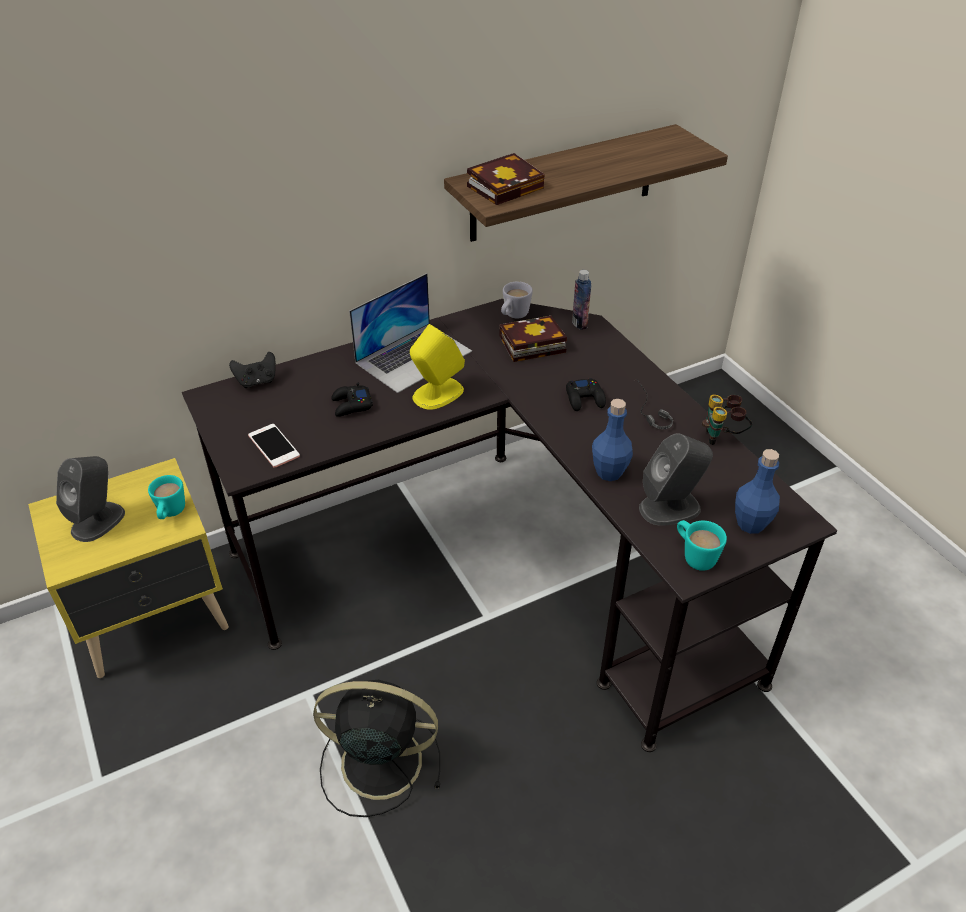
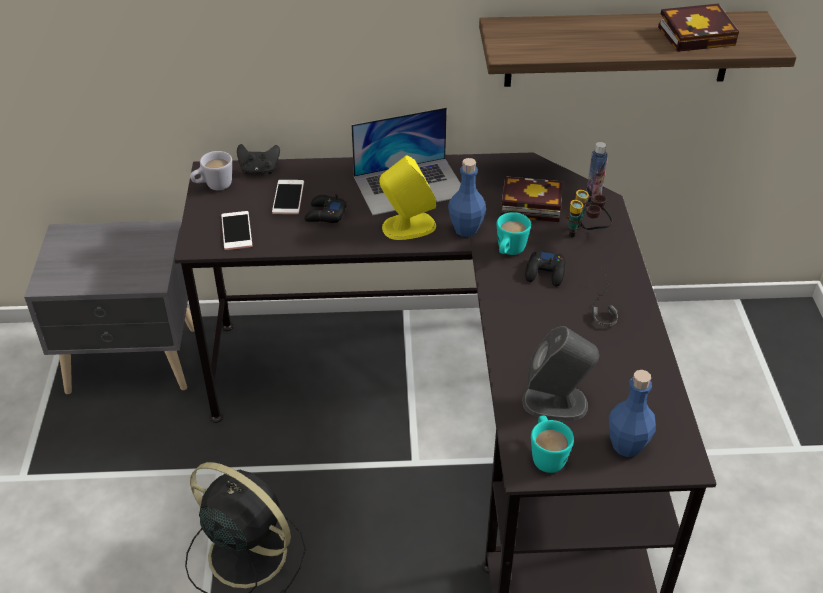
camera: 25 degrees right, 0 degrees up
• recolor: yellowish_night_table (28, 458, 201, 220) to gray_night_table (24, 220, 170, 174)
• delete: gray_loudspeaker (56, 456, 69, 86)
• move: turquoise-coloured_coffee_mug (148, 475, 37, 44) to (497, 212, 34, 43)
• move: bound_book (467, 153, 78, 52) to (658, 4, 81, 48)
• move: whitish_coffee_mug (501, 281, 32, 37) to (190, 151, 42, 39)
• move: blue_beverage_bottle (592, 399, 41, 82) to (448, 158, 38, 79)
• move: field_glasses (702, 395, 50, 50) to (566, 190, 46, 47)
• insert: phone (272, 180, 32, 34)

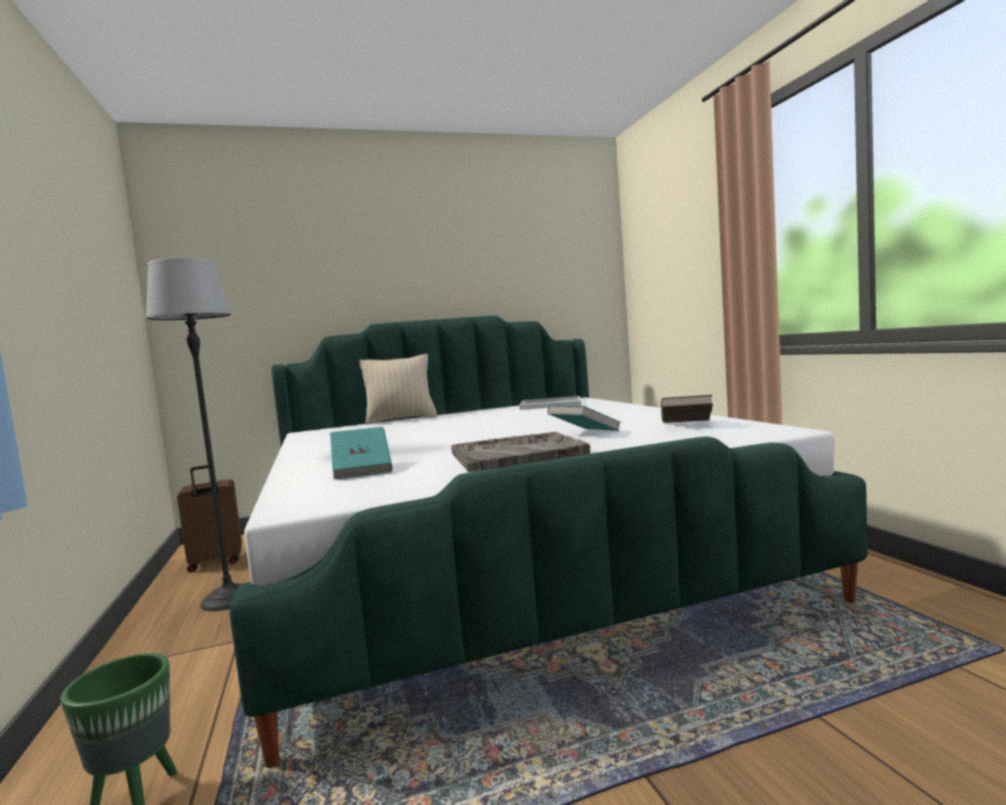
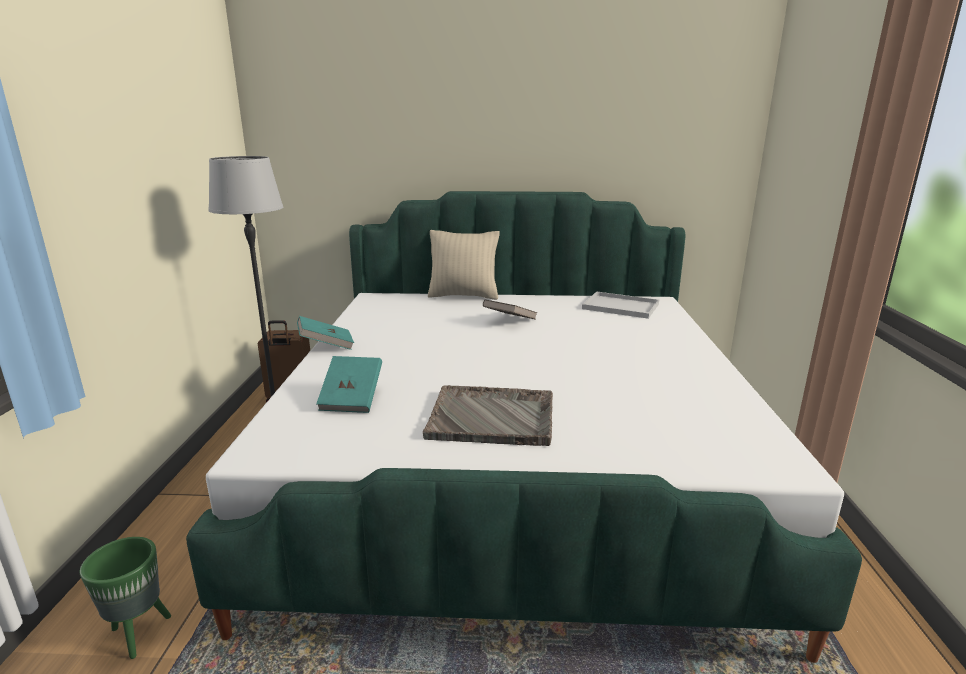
camera: 20 degrees right, 15 degrees up
• move: turquoise-coloured_bound_book (548, 405, 73, 26) to (297, 316, 57, 34)
• move: brown_bound_book (661, 395, 52, 28) to (483, 300, 54, 20)

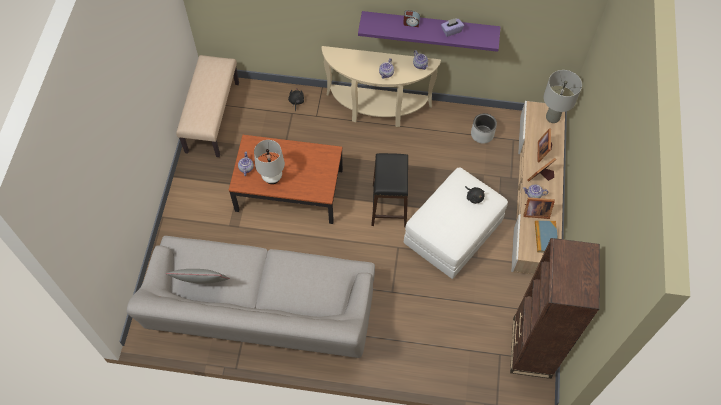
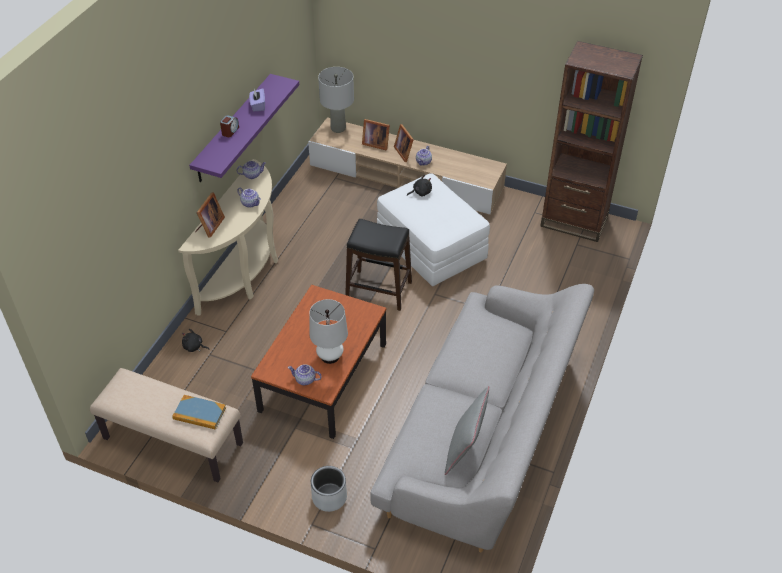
camera: 75 degrees left, 15 degrees down
• move: gray_flower_pot (471, 113, 26, 31) to (311, 466, 36, 46)
• move: photo_frame (523, 197, 32, 22) to (195, 192, 30, 46)
• move: bound_book (535, 220, 23, 33) to (172, 395, 54, 35)

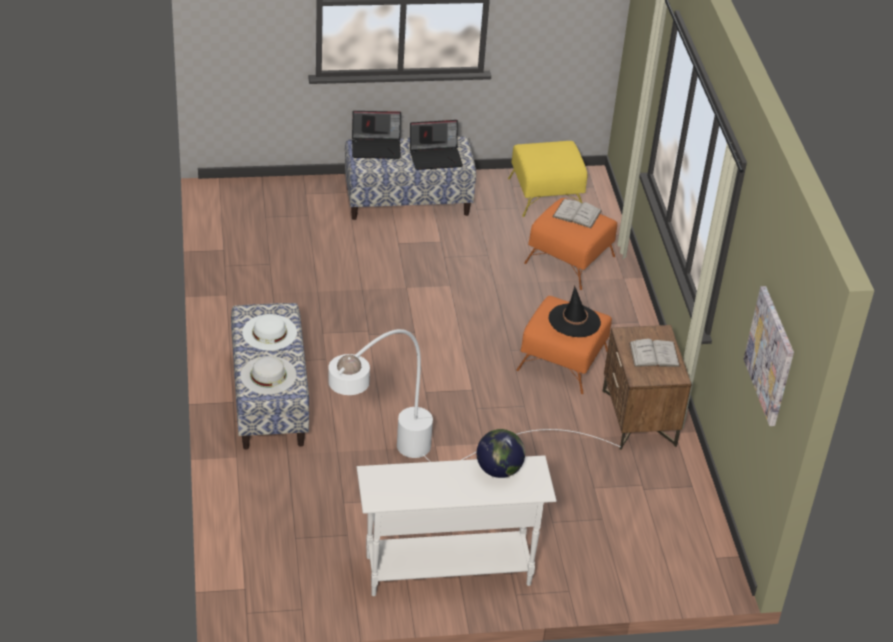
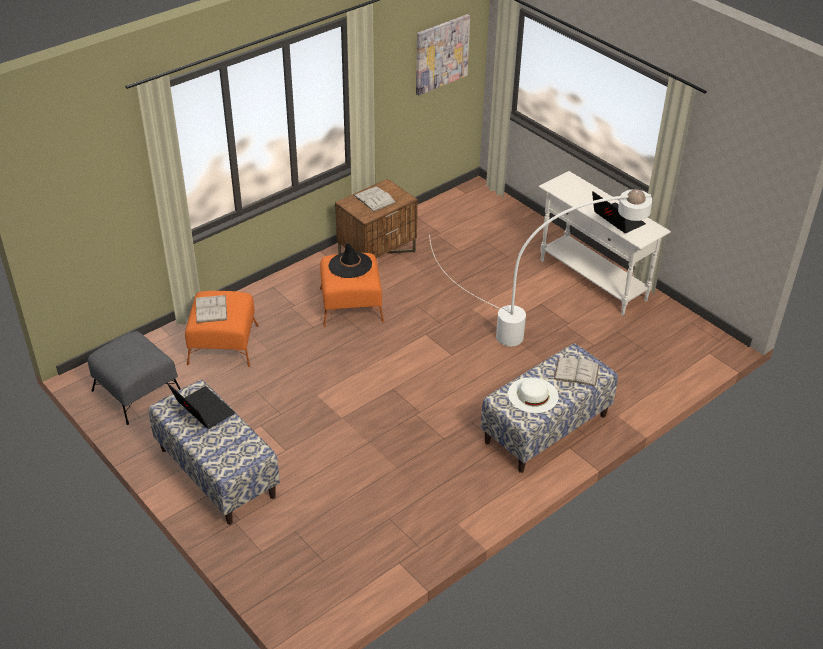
camera: 120 degrees left, 0 degrees up
• replace: whitish_wearable_hat (240, 356, 57, 38) to whitish_bound_book (554, 357, 45, 30)
• move: notebook_computer (352, 111, 49, 48) to (592, 191, 54, 42)
• delete: world_globe (477, 429, 48, 49)
• recolor: yellowish_footrest (508, 141, 80, 76) to gray_footrest (88, 331, 93, 94)

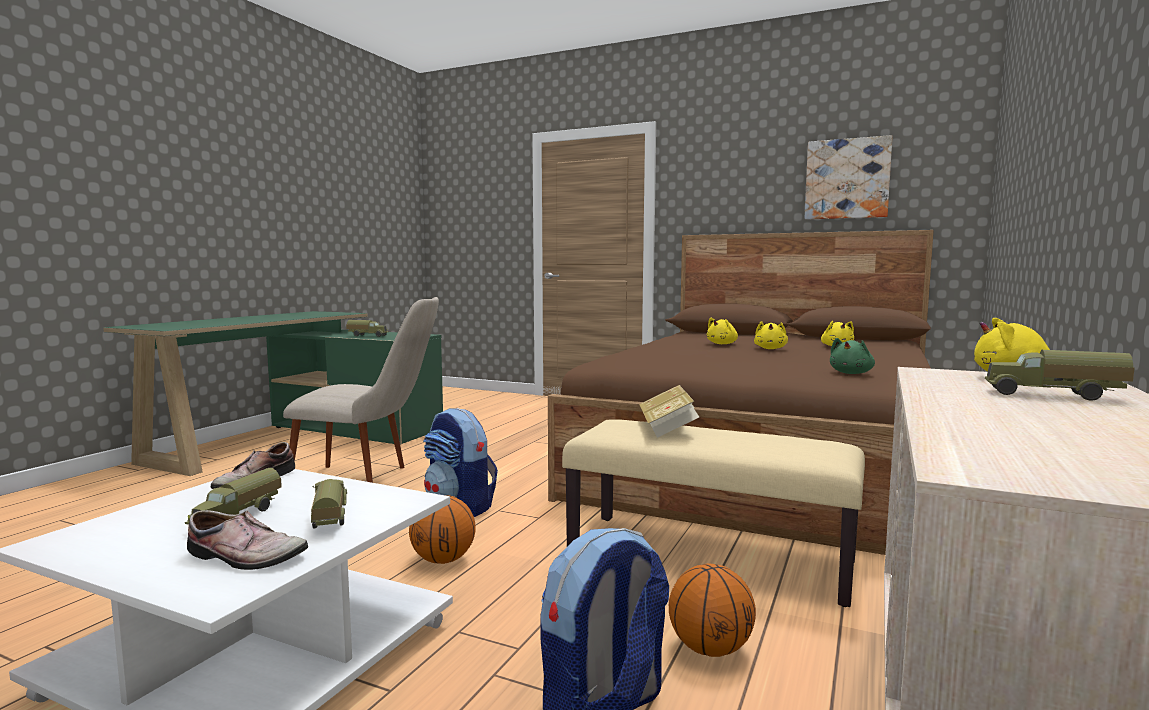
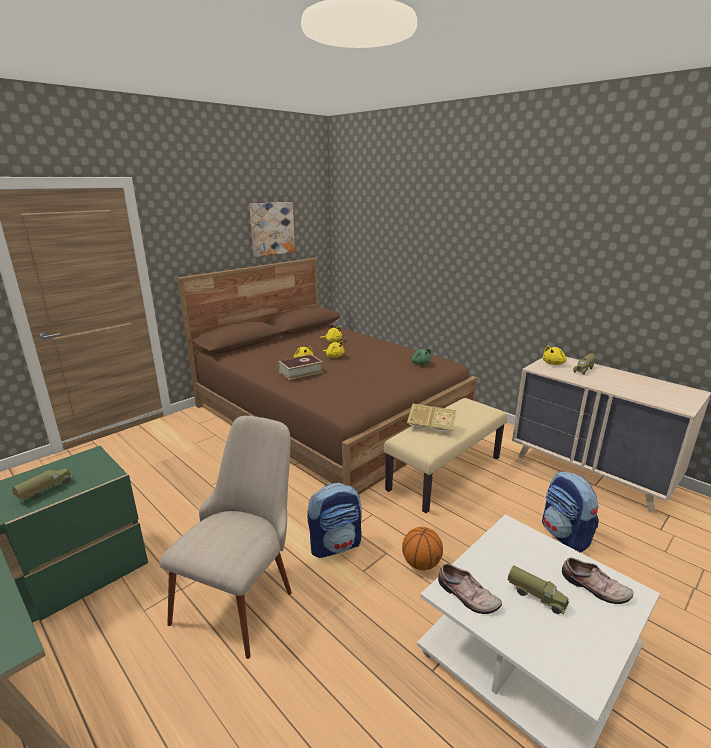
camera: 70 degrees left, 15 degrees up
• rotate: shoe (187, 510, 121, 60) = (562, 557, 72, 47) 90 degrees clockwise
• delete: toy_lorry (311, 479, 36, 50)
• delete: basketball_ball (669, 563, 87, 94)
• insert: bound_book (278, 354, 45, 26)

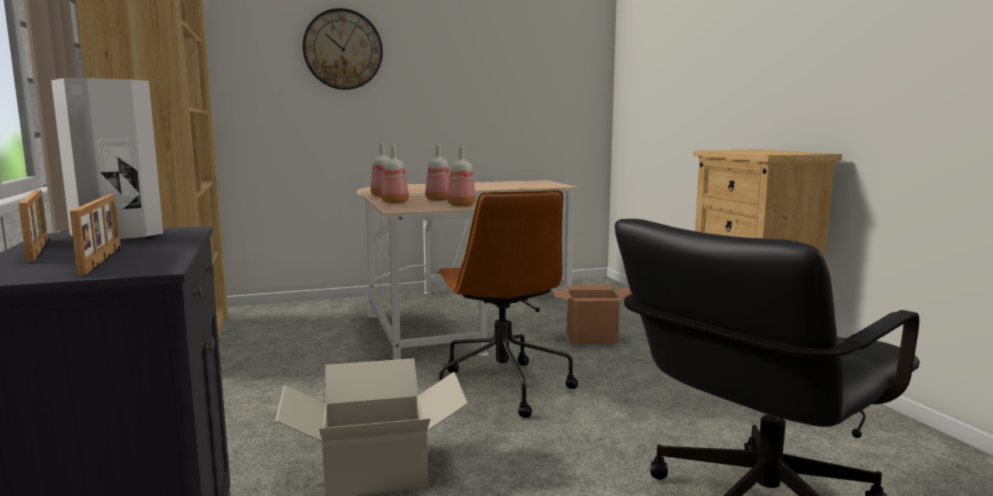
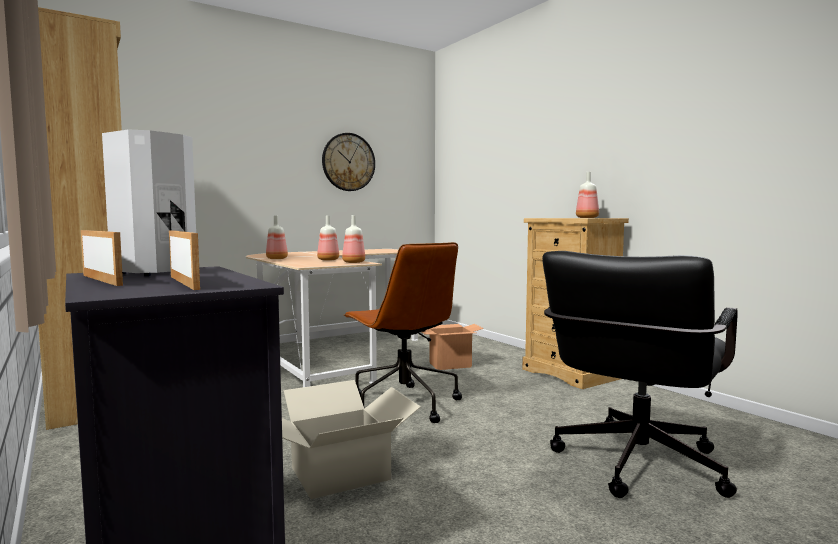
camera: 15 degrees left, 5 degrees down
• move: hanging_clock (302, 8, 81, 82) to (322, 133, 53, 58)
• move: beverage_bottle (381, 145, 28, 59) to (576, 172, 23, 46)

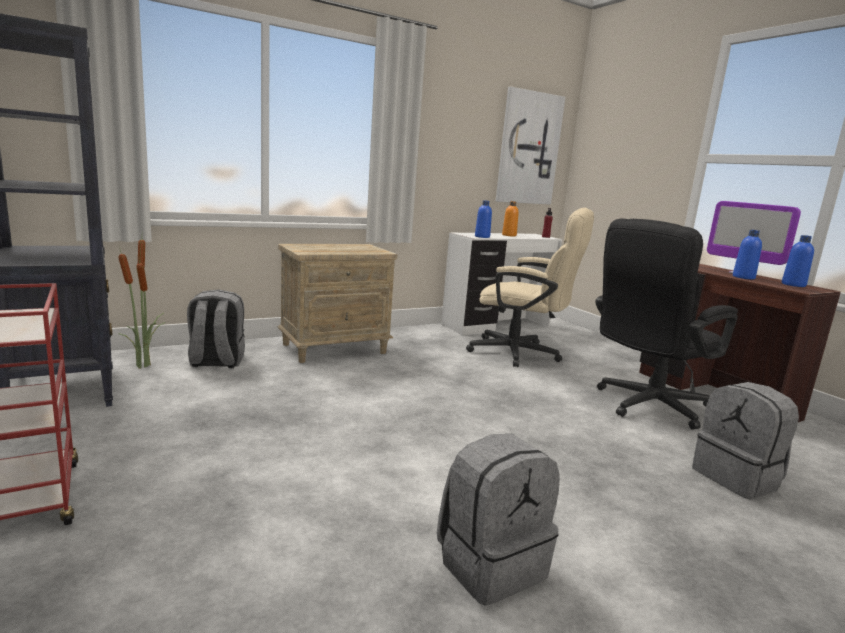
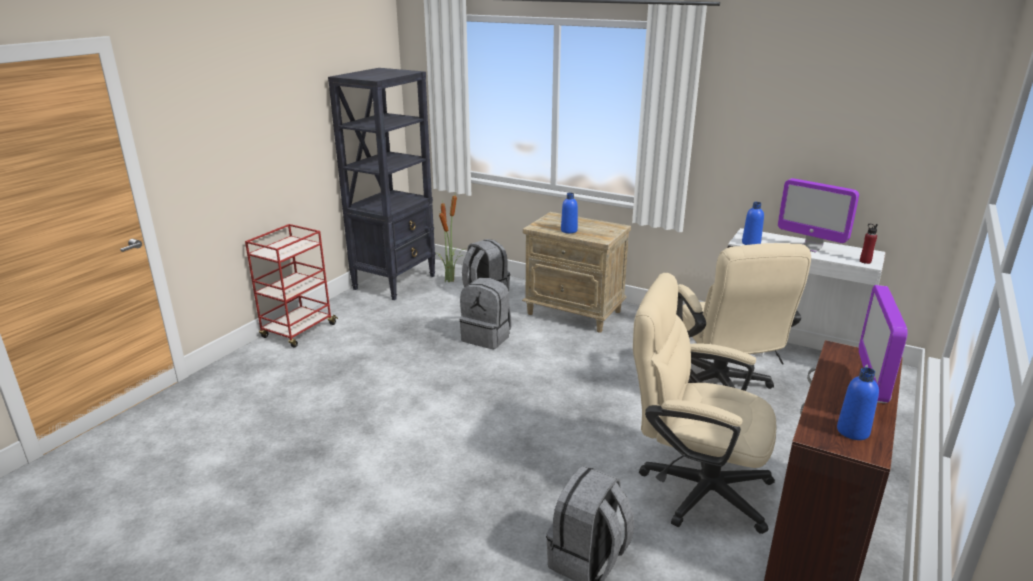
camera: 60 degrees right, 10 degrees up
• move: gray_backpack (437, 434, 123, 172) to (460, 278, 52, 71)
• delete: wall_picture (496, 87, 69, 117)
• replace: orange-coloured_beverage_bottle (502, 201, 17, 36) to computer_screen (778, 178, 81, 75)
• recolor: black_computer_chair (595, 219, 143, 211) to beige-coloured_computer_chair (633, 273, 143, 261)
• move: blue_beverage_bottle (733, 230, 29, 49) to (561, 193, 17, 40)

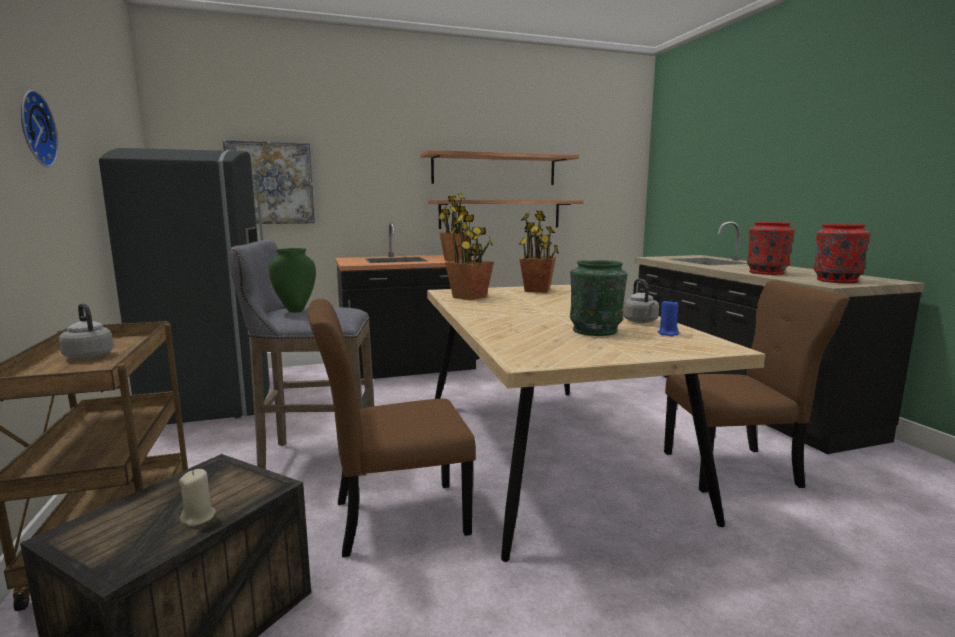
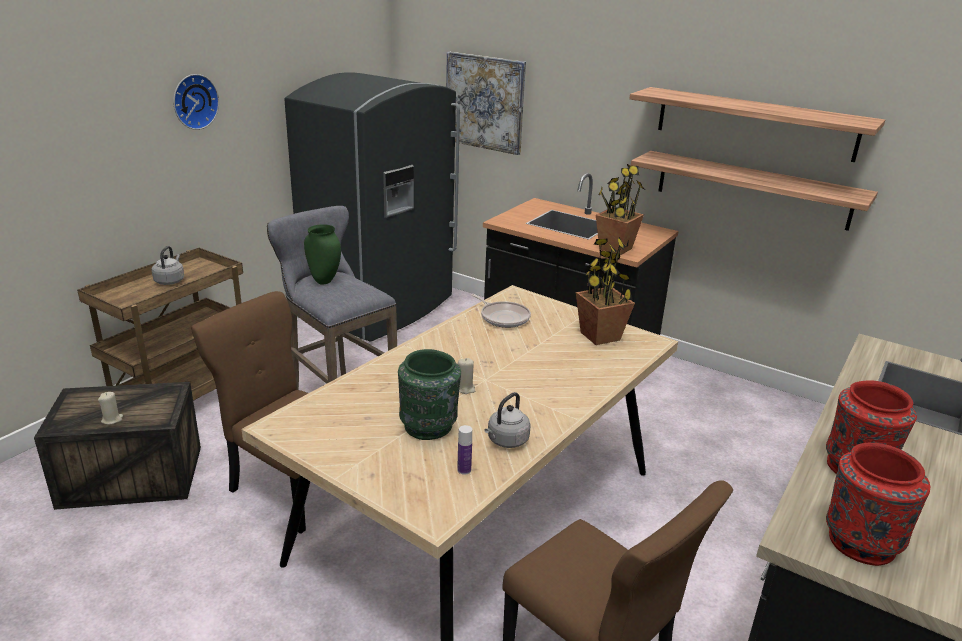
camera: 50 degrees right, 15 degrees up
• replace: plant_in_a_pot (445, 211, 49, 89) to pan (471, 294, 60, 34)
• replace: blue_wax_light (658, 300, 21, 36) to beverage_bottle (457, 425, 15, 50)
• insert: beige-coloured_wax_light (458, 358, 17, 36)

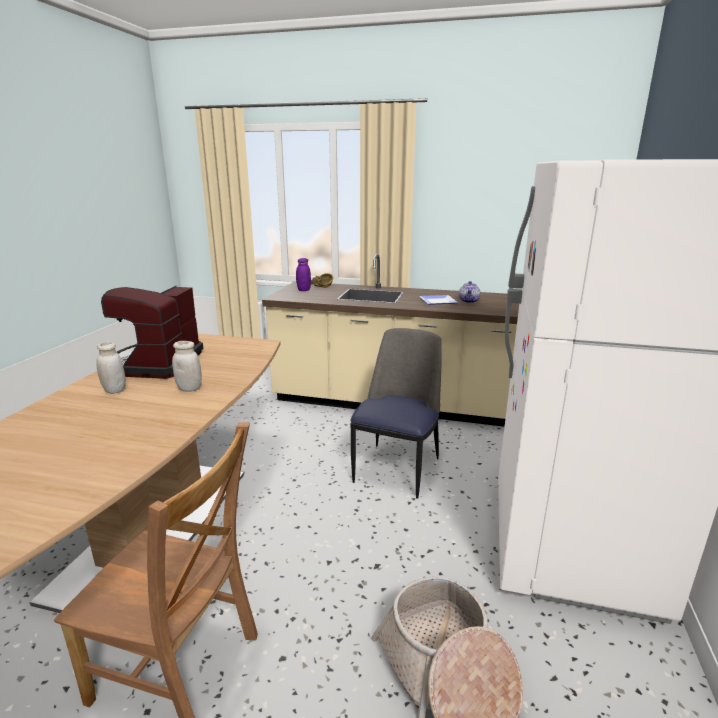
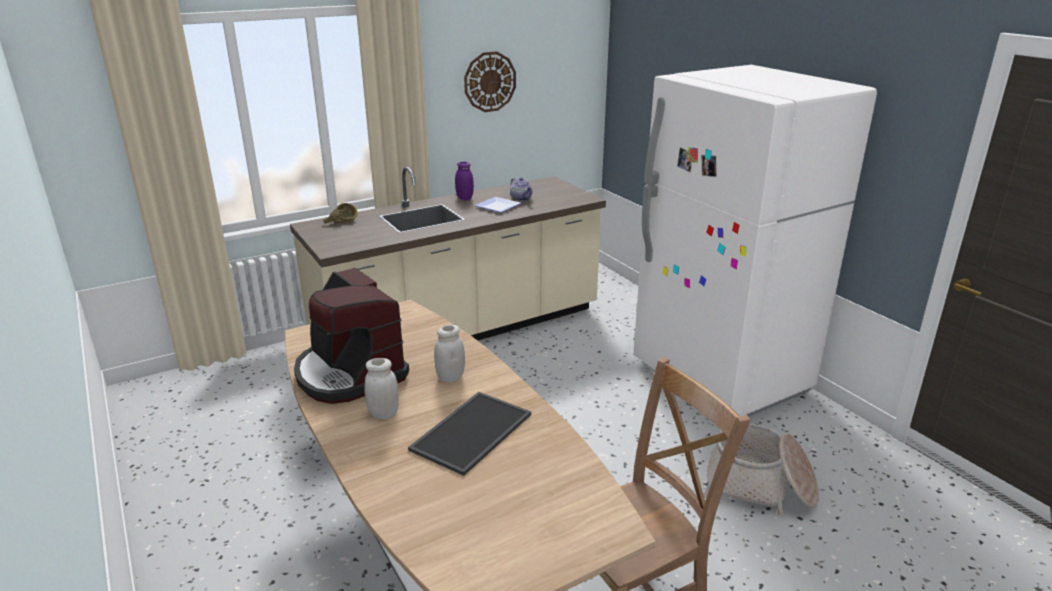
camera: 45 degrees left, 5 degrees up
• move: purple-coloured_storage_jar (296, 258, 15, 33) to (455, 162, 19, 38)
• delete: plain_chair (350, 328, 92, 171)
• insert: carrying_tray (408, 392, 123, 84)
• insert: hanging_clock (464, 51, 52, 61)

